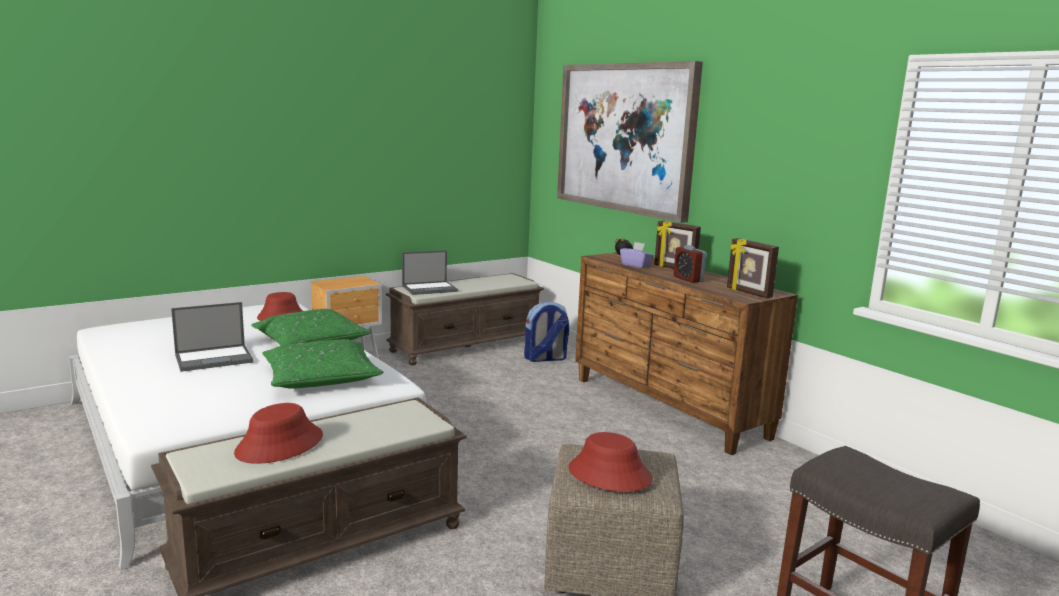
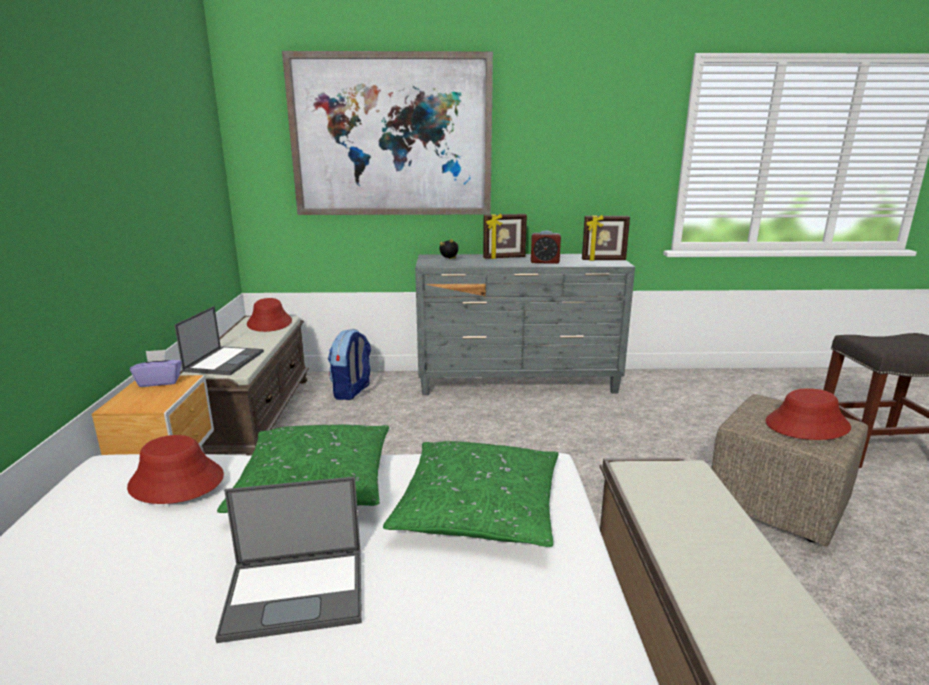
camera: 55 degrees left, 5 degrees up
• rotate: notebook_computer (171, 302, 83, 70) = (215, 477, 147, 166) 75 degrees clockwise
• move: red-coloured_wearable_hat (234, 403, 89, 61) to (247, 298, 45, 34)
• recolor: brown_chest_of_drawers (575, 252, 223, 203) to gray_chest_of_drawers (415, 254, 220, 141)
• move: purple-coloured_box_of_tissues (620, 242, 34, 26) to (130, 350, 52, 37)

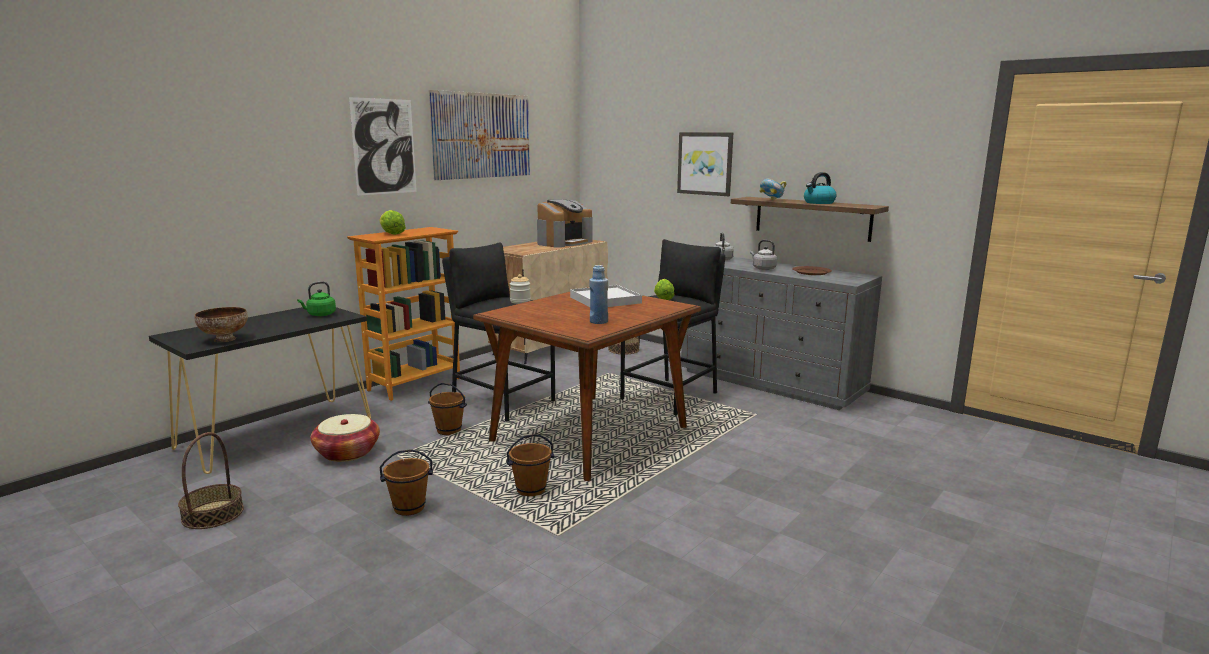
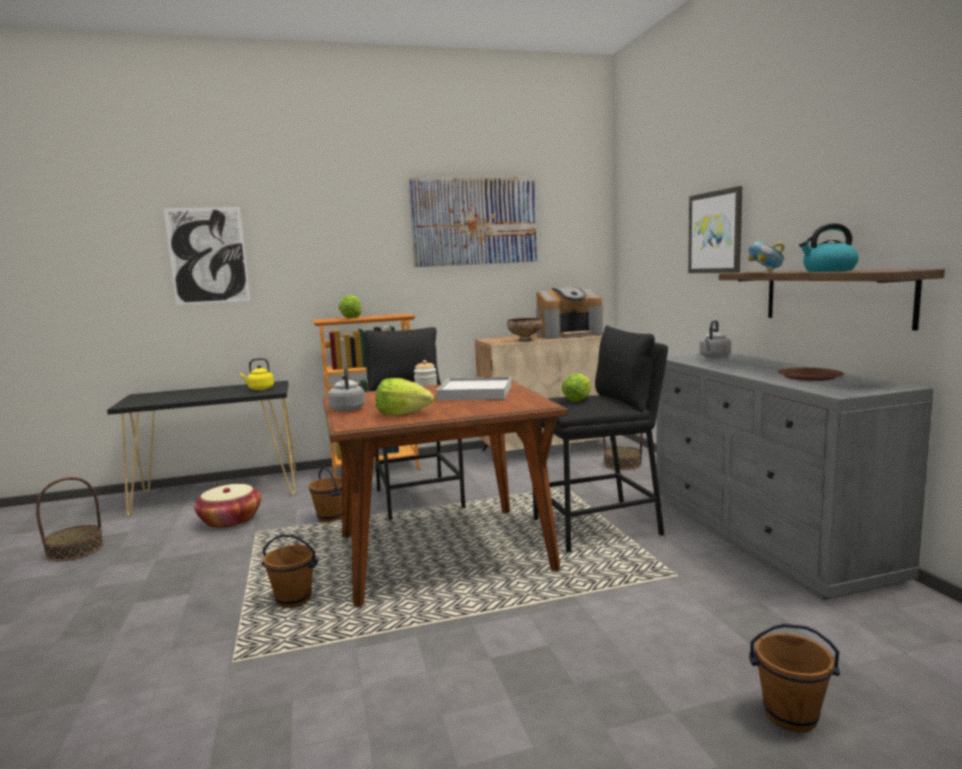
camera: 35 degrees right, 5 degrees down
• move: deep_dish (195, 307, 53, 35) to (507, 318, 35, 23)
• recolor: green-coloured_water_kettle (297, 281, 39, 35) to yellowish_water_kettle (240, 358, 34, 32)
• move: wall_picture (349, 97, 68, 99) to (163, 207, 87, 98)
• move: brown_bucket (379, 449, 54, 67) to (749, 624, 91, 109)
• replace: blue_beverage_bottle (589, 265, 19, 59) to lettuce_head (375, 378, 59, 38)
• move: gray_water_kettle (750, 240, 27, 30) to (328, 365, 37, 47)

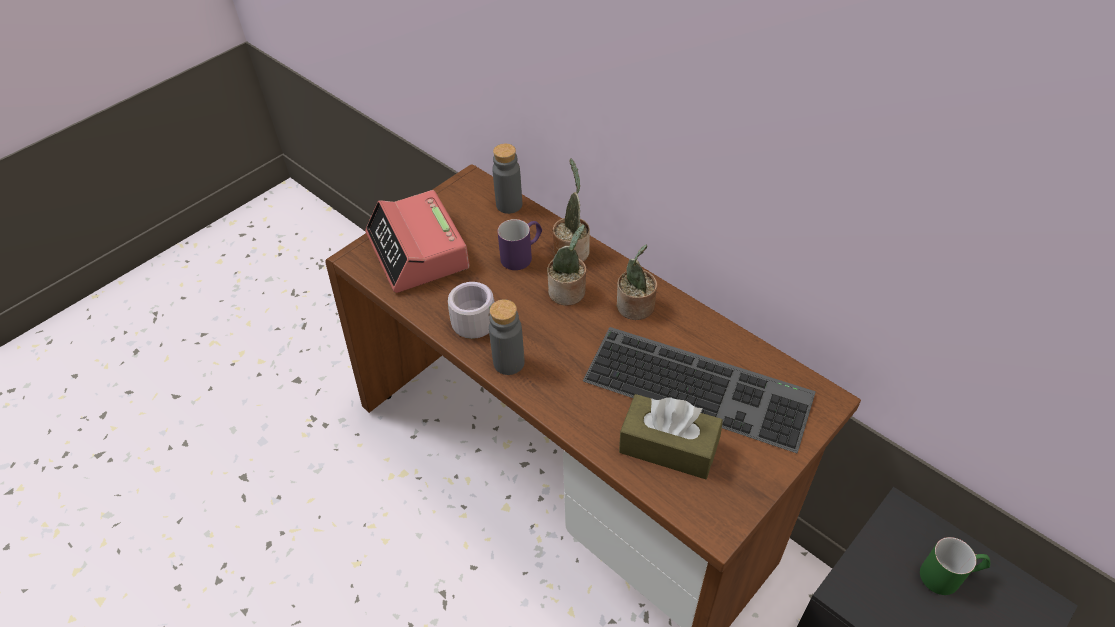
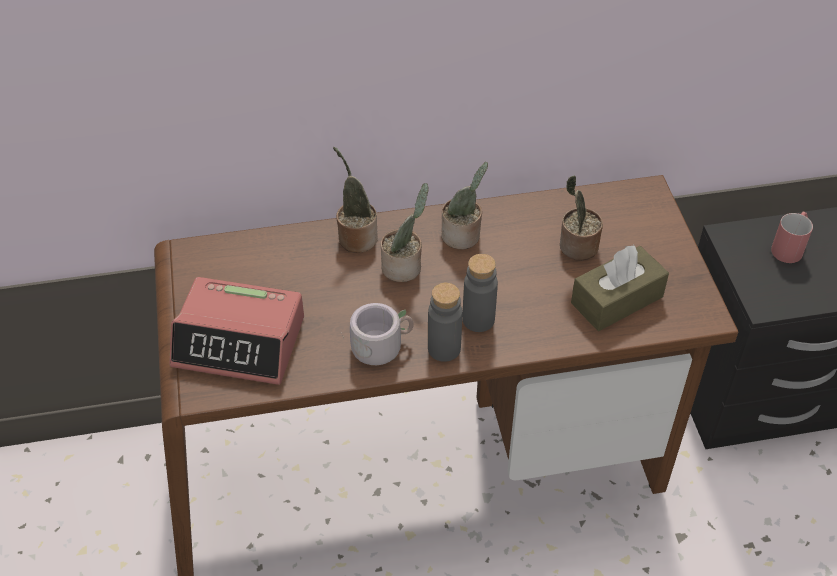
camera: 55 degrees left, 0 degrees up
• move: gray_beverage_bottle (492, 144, 30, 70) to (463, 254, 35, 78)
• delete: purple-coloured_coffee_mug (497, 219, 45, 51)
• replace: computer_keyboard (583, 327, 233, 126) to plant_in_a_pot (560, 175, 43, 85)
• recolor: green-coloured_coffee_mug (920, 537, 70, 58) to red-coloured_coffee_mug (771, 212, 42, 51)

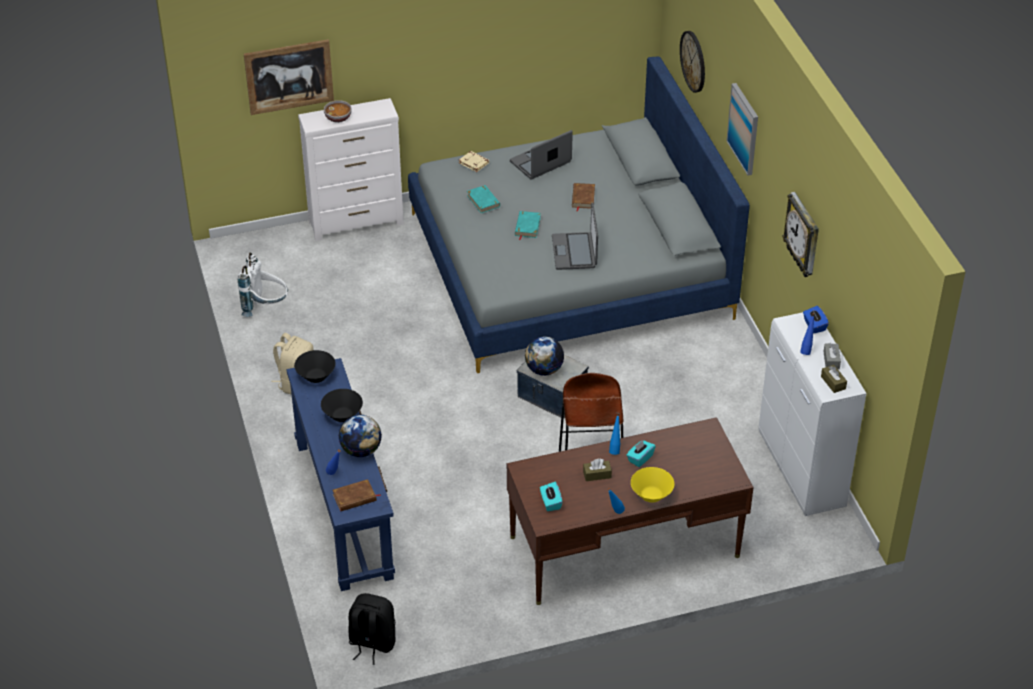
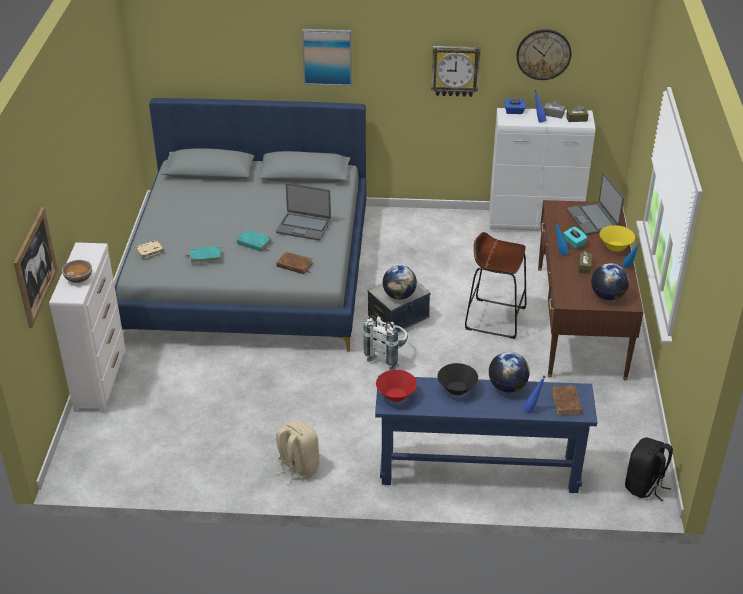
camera: 70 degrees left, 5 degrees down
• move: whitish_backpack (238, 252, 50, 65) to (363, 315, 45, 55)
• recolor: black_deep_dish (294, 350, 42, 33) to red-coloured_deep_dish (376, 370, 41, 32)
• move: notebook_computer (510, 130, 63, 49) to (567, 173, 57, 62)
• replace: turquoise-coloured_box_of_tissues (540, 482, 23, 29) to world_globe (591, 263, 38, 37)
• move: brown_bound_book (572, 183, 23, 29) to (277, 252, 36, 22)
• move: hanging_clock (680, 31, 25, 62) to (517, 29, 54, 51)

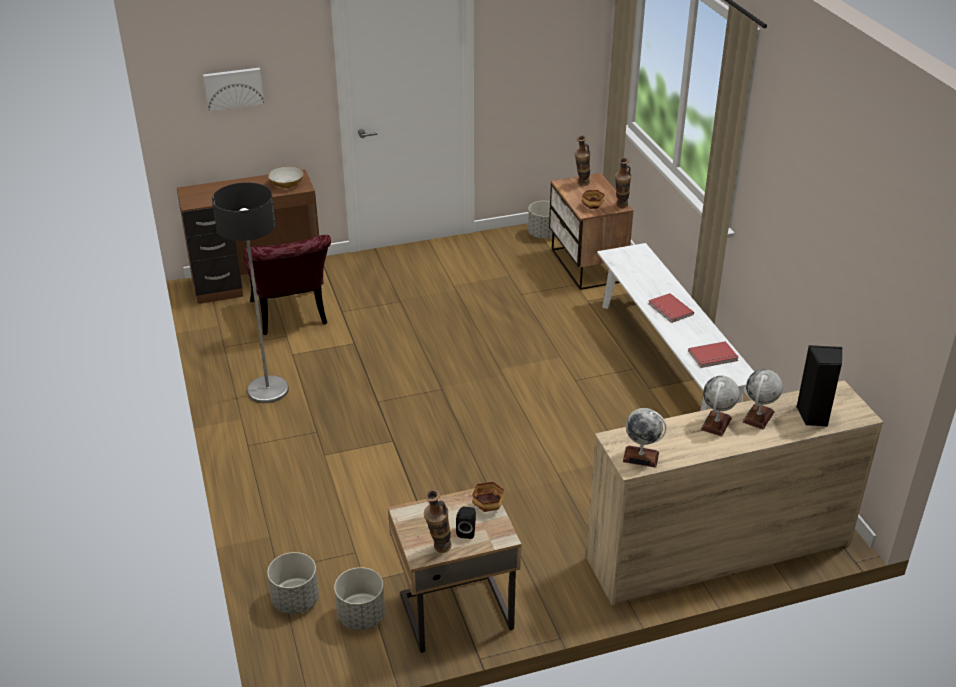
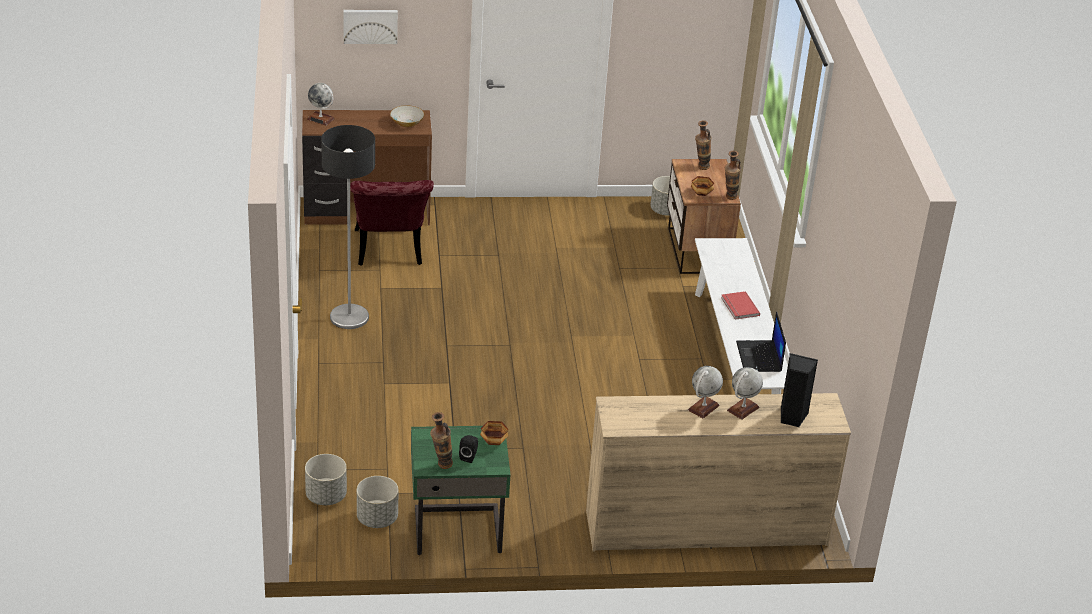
camera: 10 degrees right, 0 degrees up
• recolor: beige-coloured_night_table (388, 488, 133, 165) to green-coloured_night_table (411, 426, 100, 129)
• move: world_globe (623, 408, 43, 60) to (307, 83, 27, 43)
• replace: red-coloured_bound_book (688, 341, 51, 27) to notebook_computer (736, 311, 50, 61)

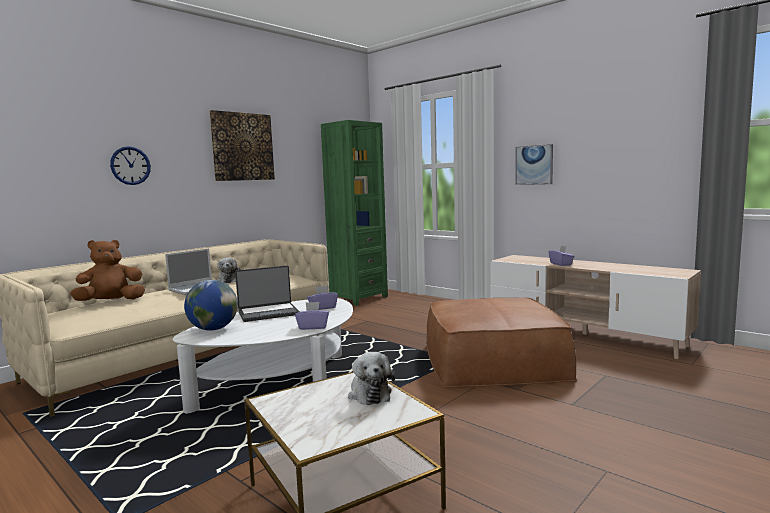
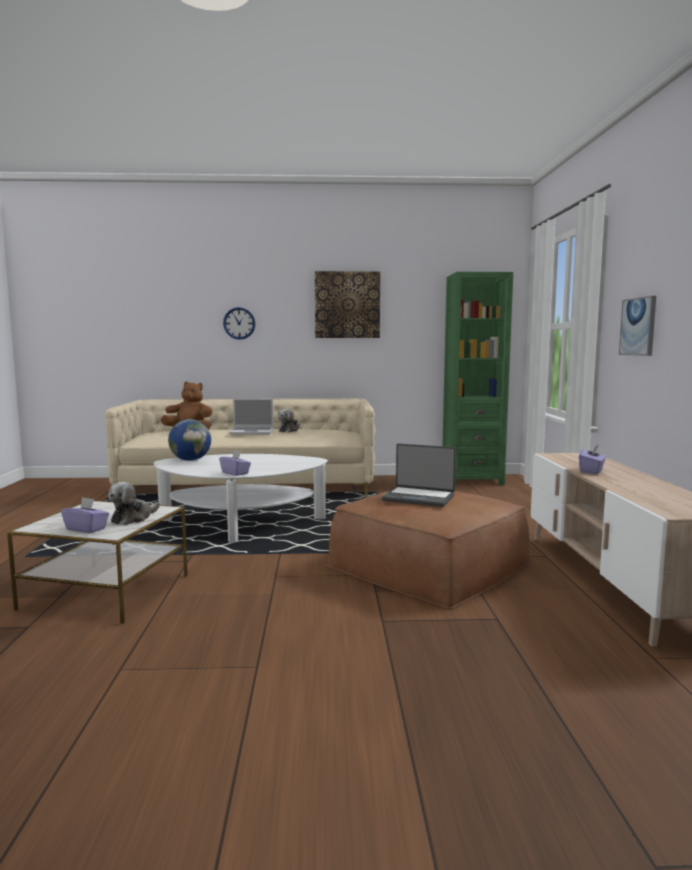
camera: 45 degrees right, 0 degrees up
• move: notebook_computer (235, 266, 65, 56) to (382, 443, 74, 64)
• move: purple-coloured_box_of_tissues (307, 286, 31, 24) to (61, 497, 48, 36)

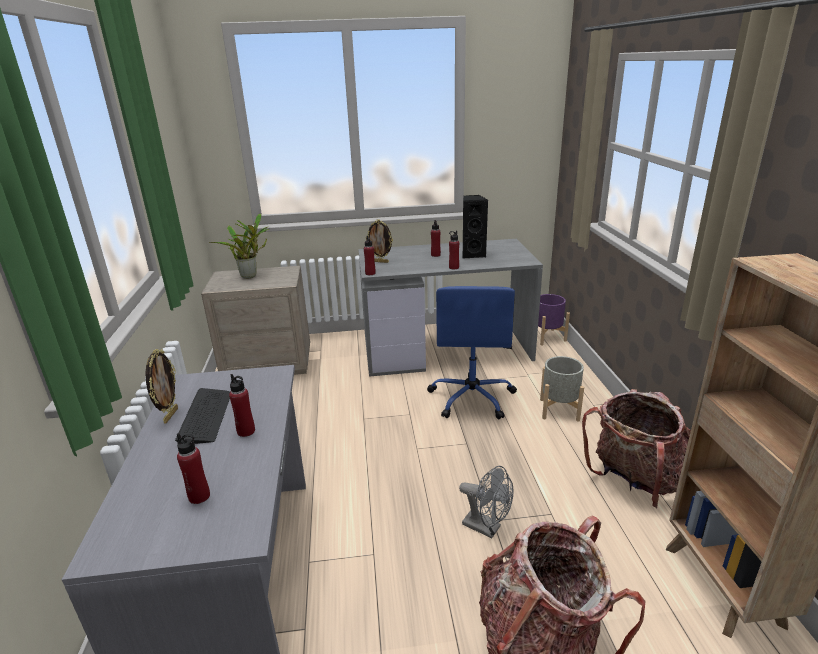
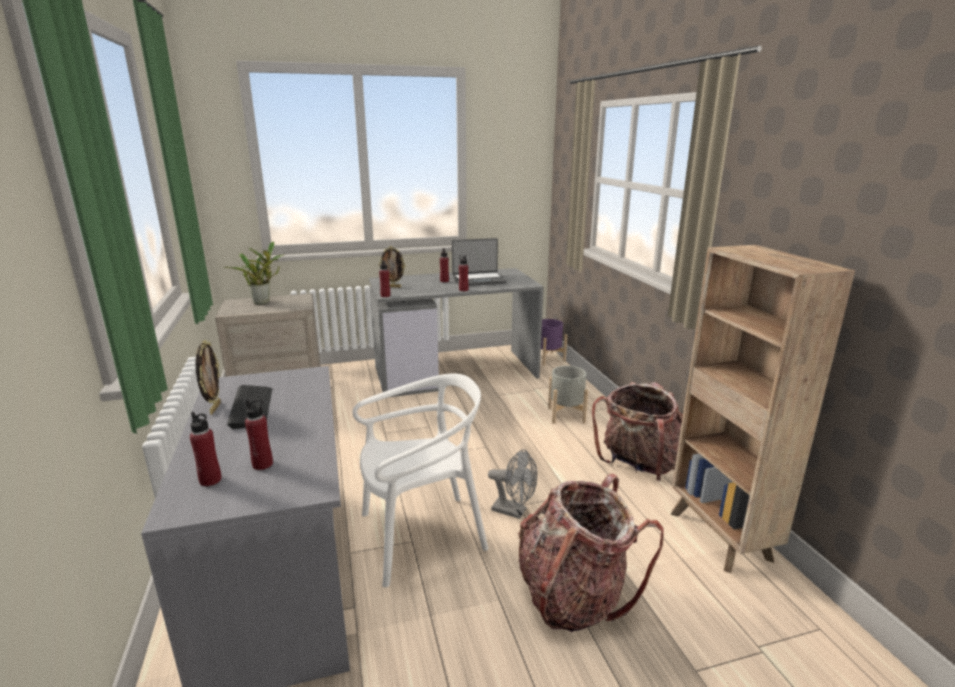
camera: 10 degrees left, 5 degrees down
• move: red-coloured_beverage_bottle (229, 374, 26, 63) to (190, 412, 32, 74)
• delete: blue_computer_chair (427, 286, 90, 133)
• replace: black_loudspeaker (463, 195, 25, 64) to notebook_computer (452, 238, 55, 48)
• insert: whitish_plain_chair (353, 374, 135, 213)

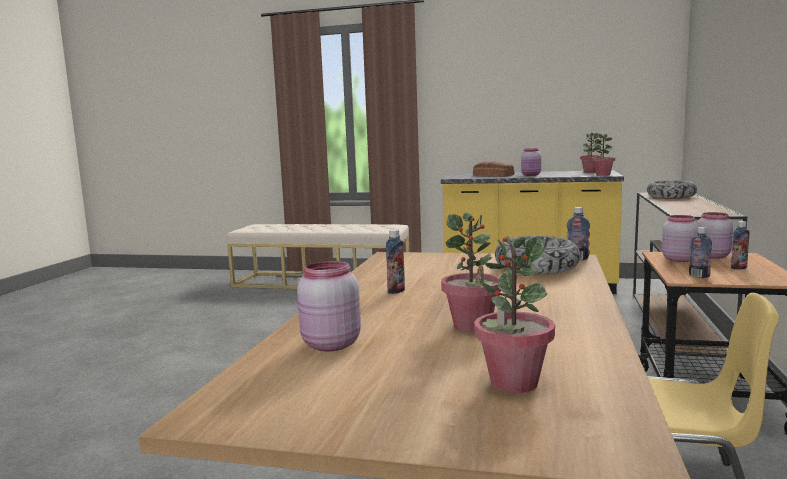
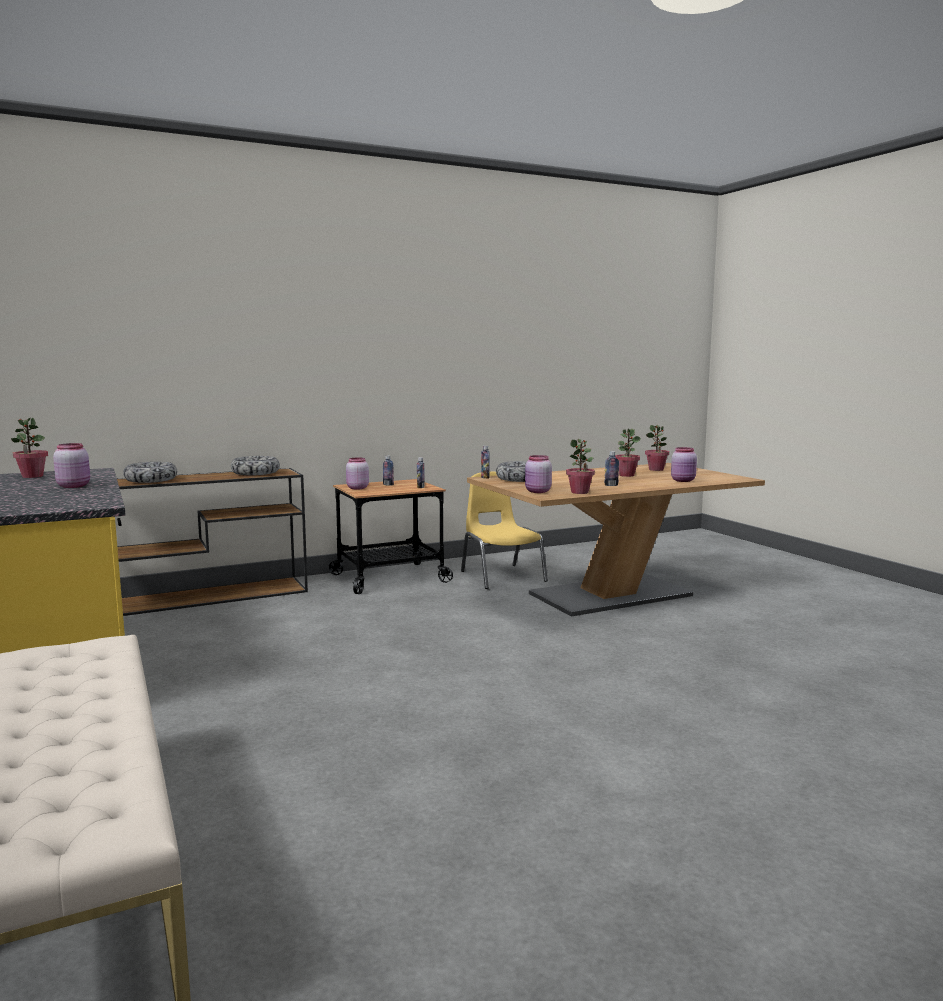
camera: 130 degrees left, 0 degrees up
• delete: baked_bread (473, 161, 41, 16)
• move: plant_in_a_pot (592, 133, 23, 43) to (566, 439, 29, 55)
• move: pink-coloured_storage_jar (662, 215, 37, 47) to (525, 455, 27, 38)
• insert: deep_dish (231, 456, 49, 19)

